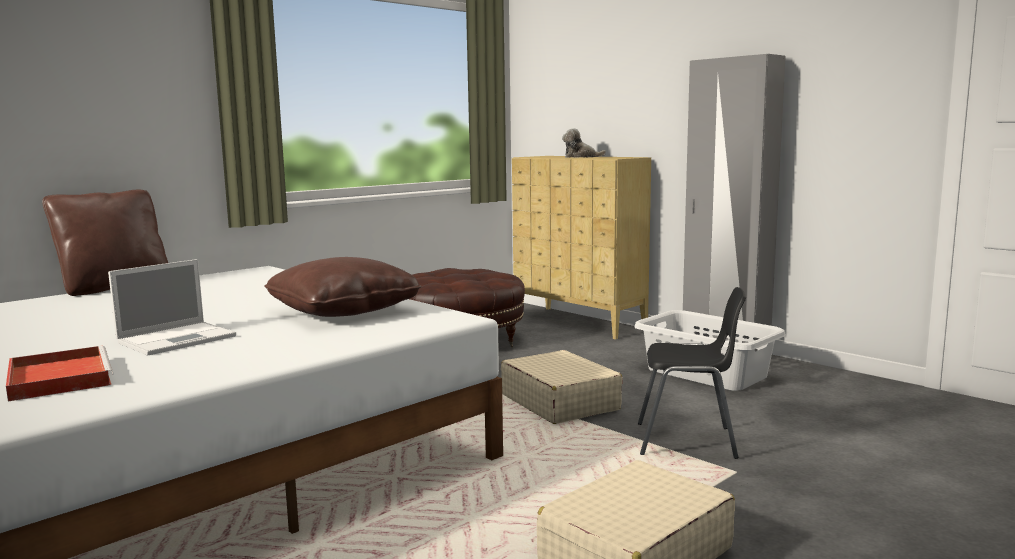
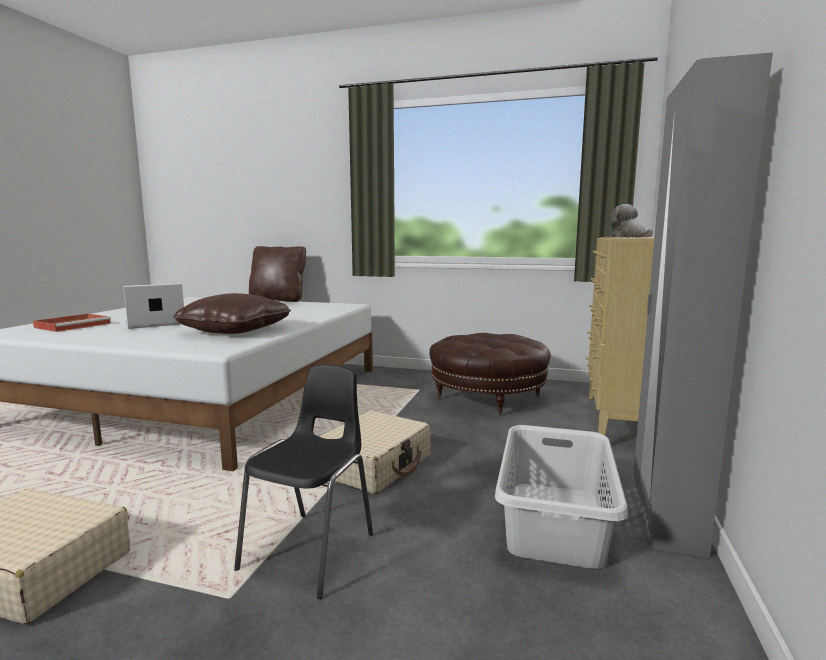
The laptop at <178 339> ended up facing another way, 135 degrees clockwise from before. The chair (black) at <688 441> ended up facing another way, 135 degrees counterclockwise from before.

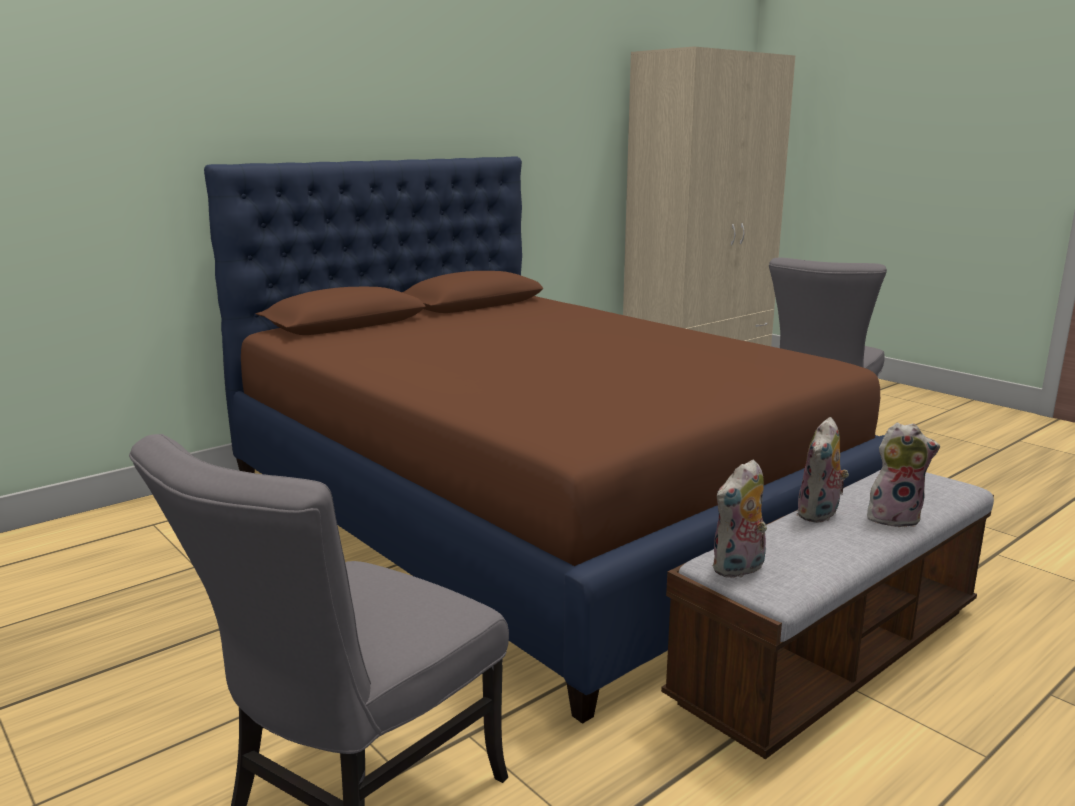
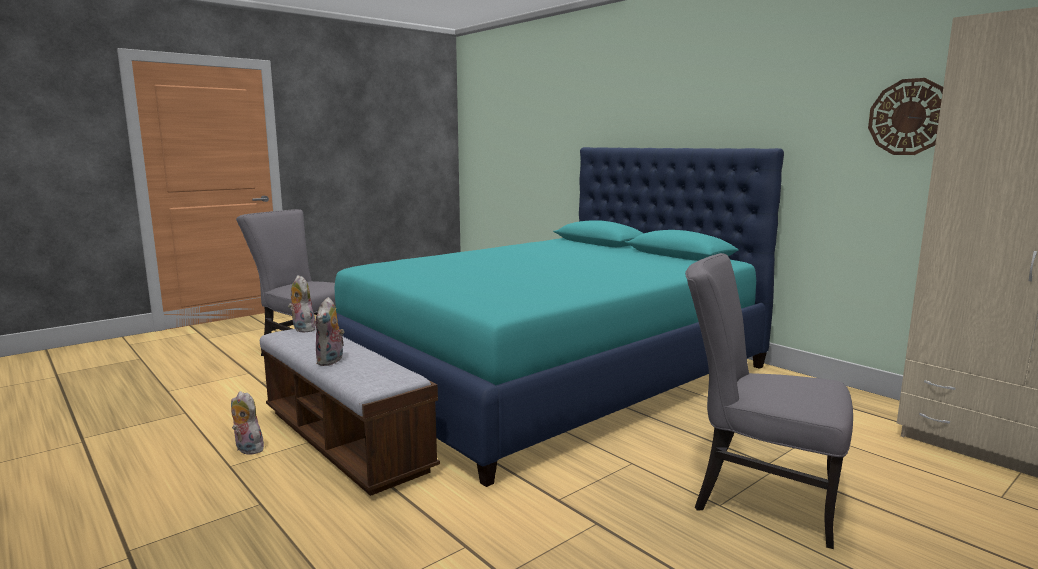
What was the bed (brown) at <533 509> turned into the bed (turquoise) at <552 374>. The plush toy ended up elsewhere, having gone from <819 515> to <247 449>. The second view gained the wall clock at <909 117>.

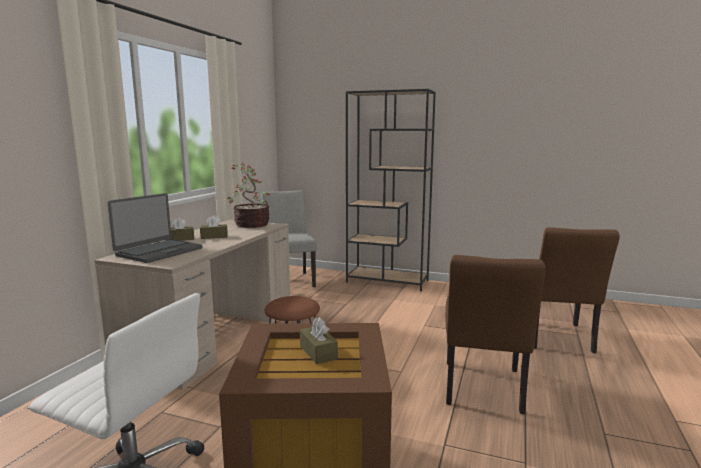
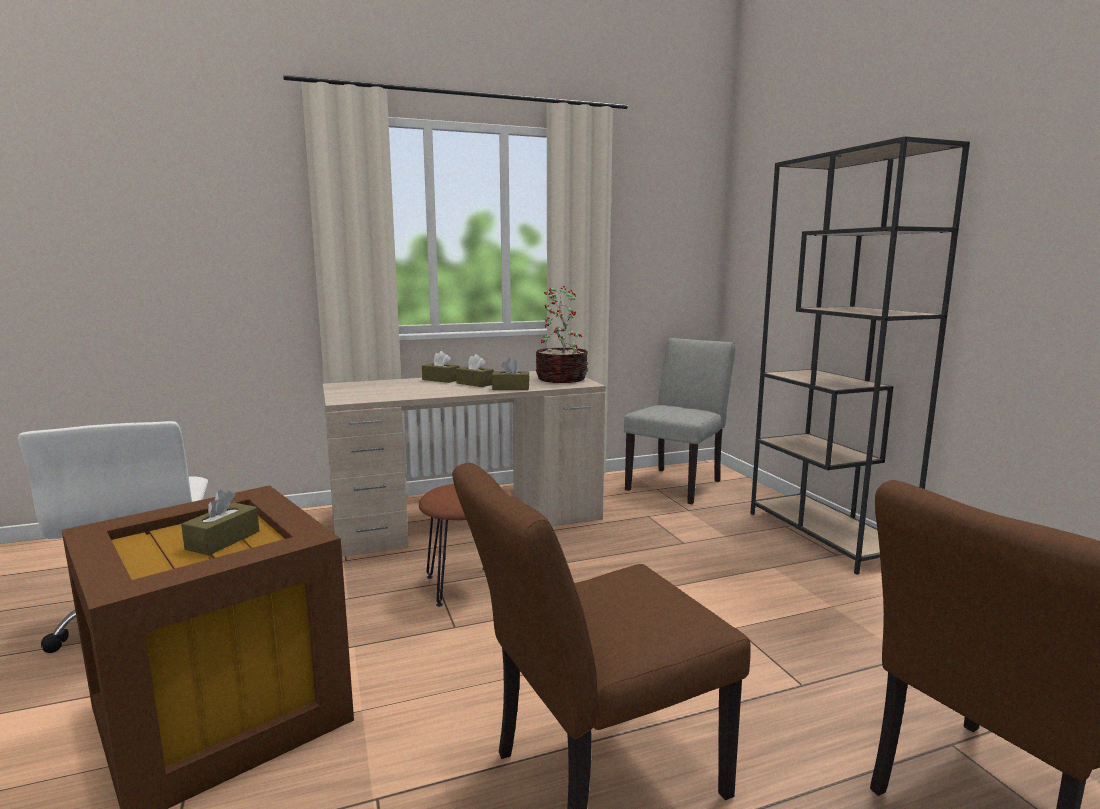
The second view lost the laptop at <159 252>. The second view gained the tissue box (brown) at <510 388>.

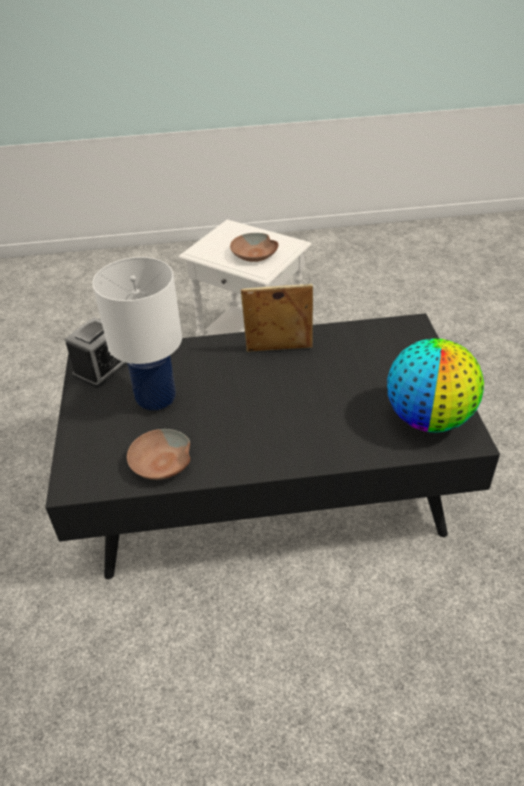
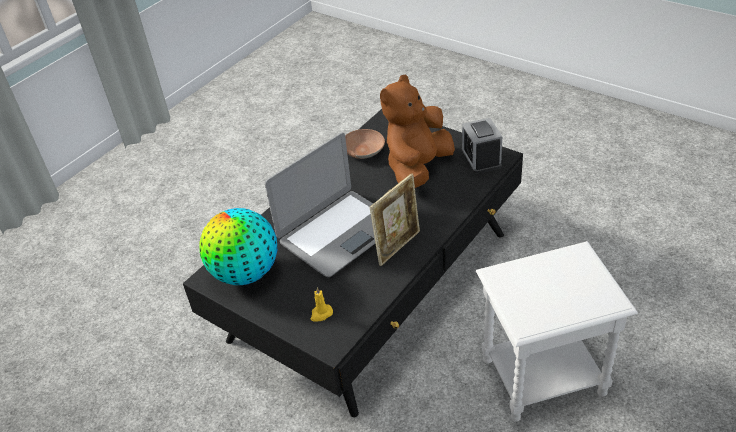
The second view lost the bowl (brown) at <254 255>. Where the table lamp (white) stood at <156 401>, the plush toy (brown) came to stand at <417 168>. The second view gained the laptop at <338 233>. The second view gained the candle (yellow) at <321 314>.

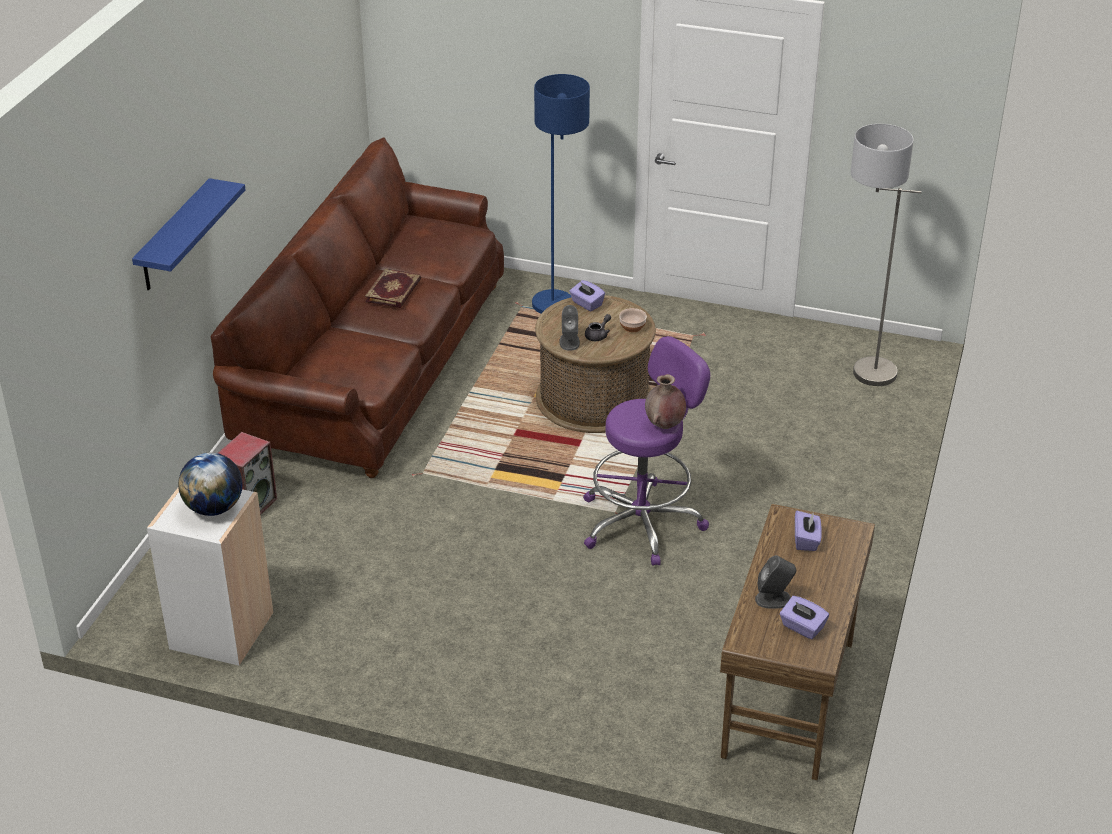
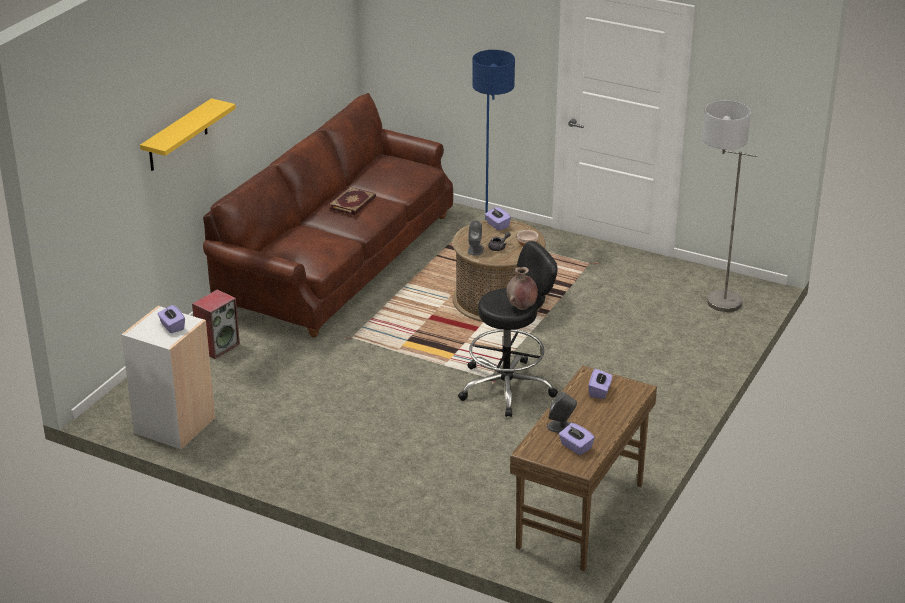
What was the shelf (blue) at <174 237> turned into the shelf (yellow) at <178 136>. What was the stool (purple) at <642 522> turned into the stool (black) at <508 387>. Where the globe stood at <214 508>, the tissue box (purple) came to stand at <172 326>.

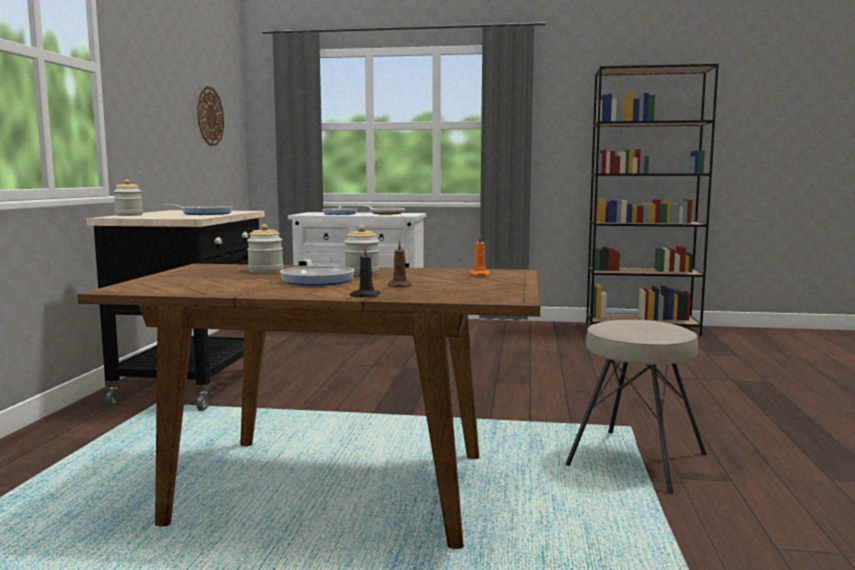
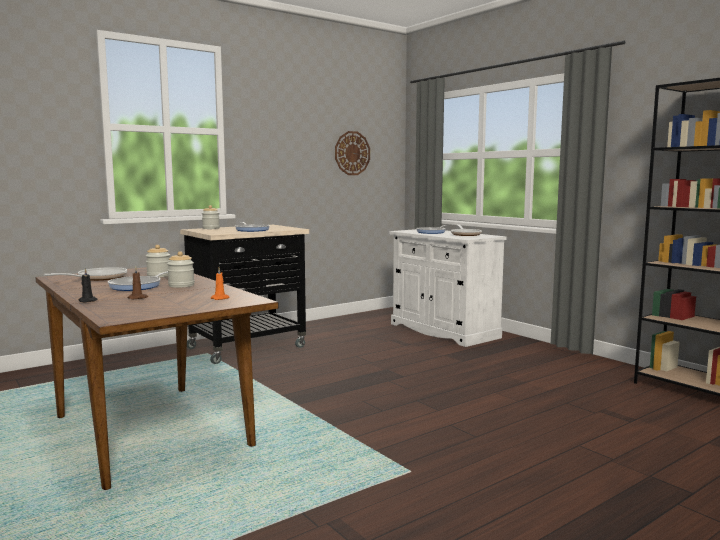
The second view lost the stool (beige) at <635 459>. The second view gained the frying pan at <98 278>.

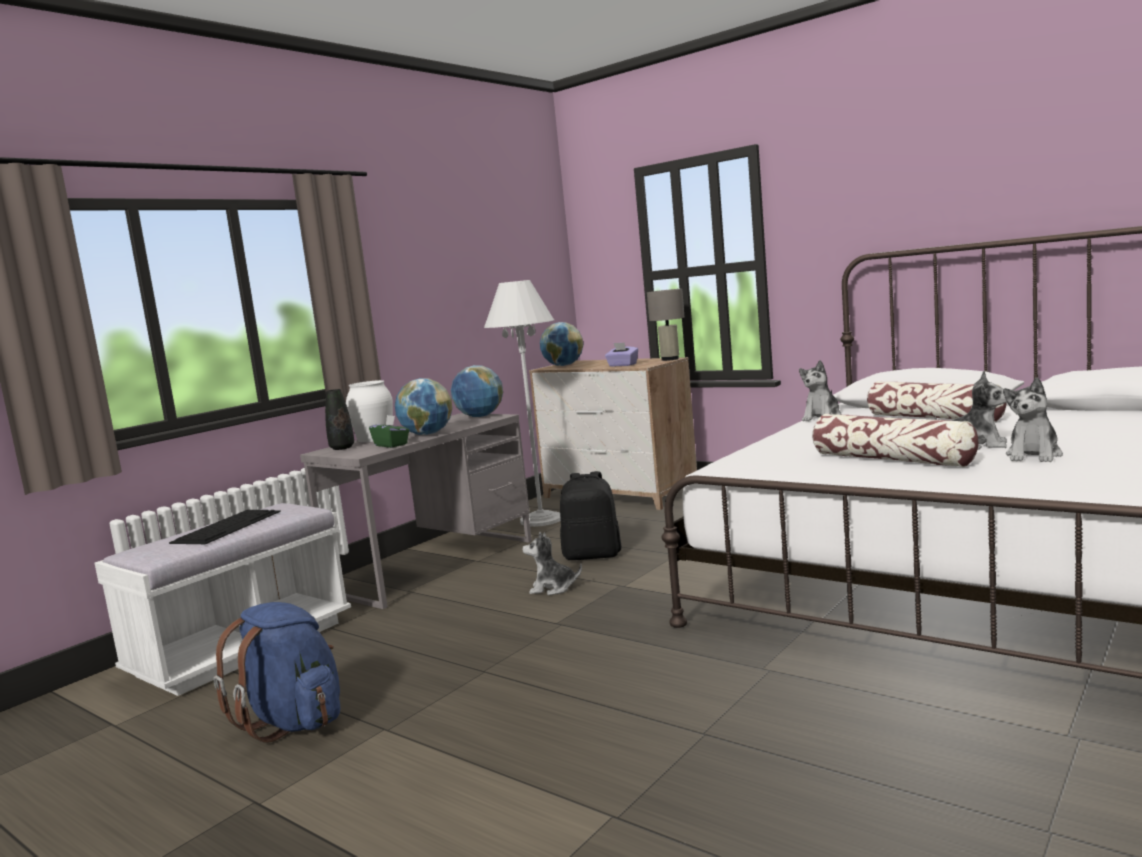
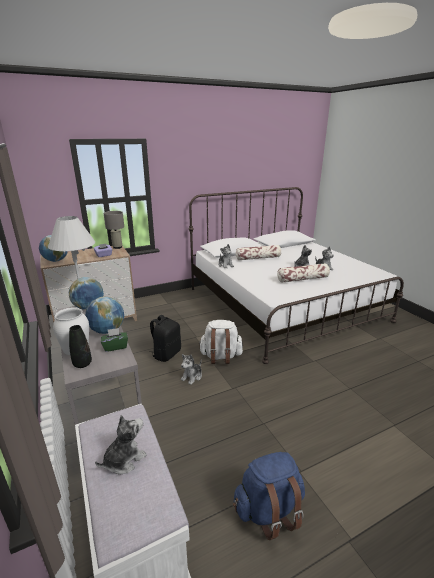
Where the keyboard stood at <228 526>, the plush toy came to stand at <124 459>. The second view gained the backpack (white) at <220 356>.

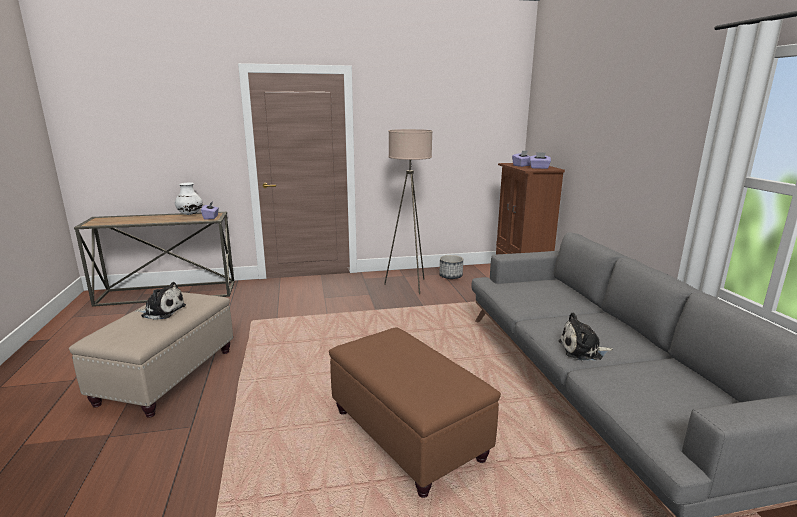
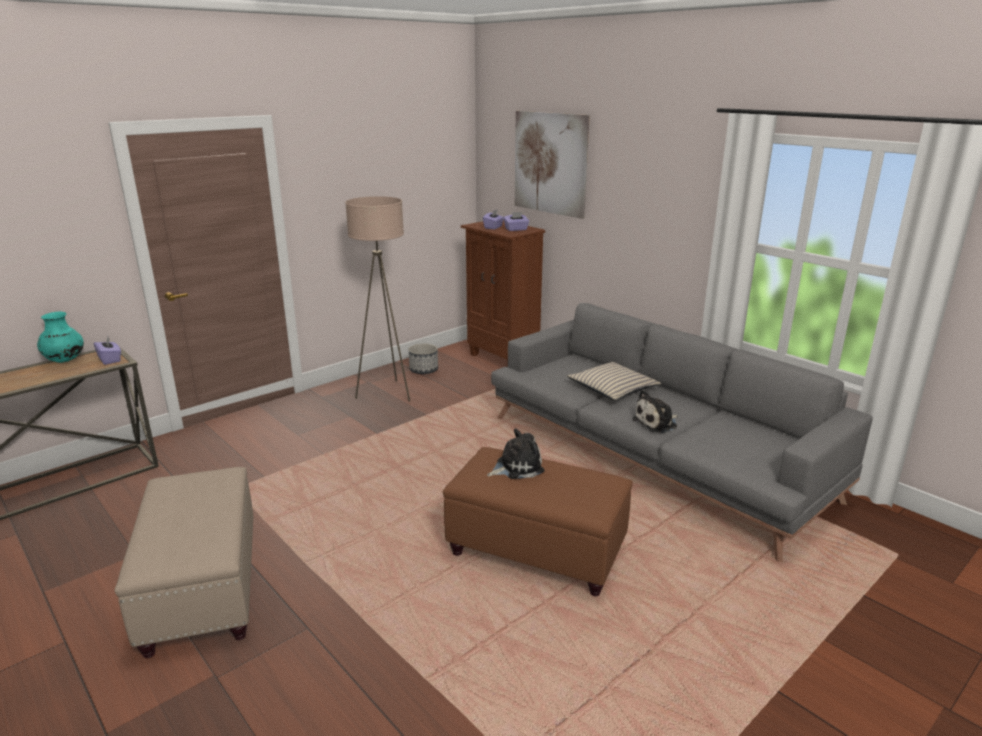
What was the vase (white) at <190 214> turned into the vase (turquoise) at <64 360>. The plush toy ended up elsewhere, having gone from <162 311> to <516 467>. The second view gained the picture at <550 163>. The second view gained the pillow (beige) at <612 389>.

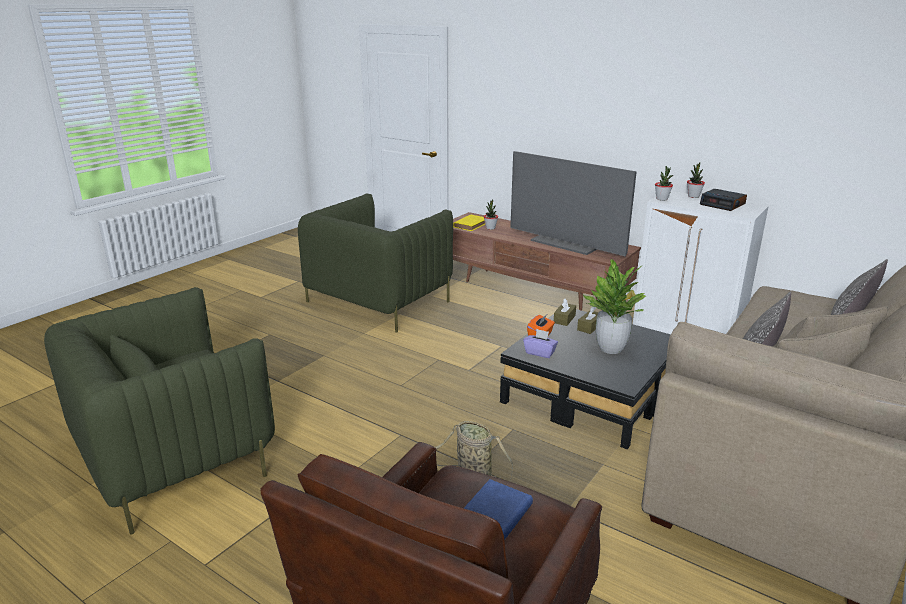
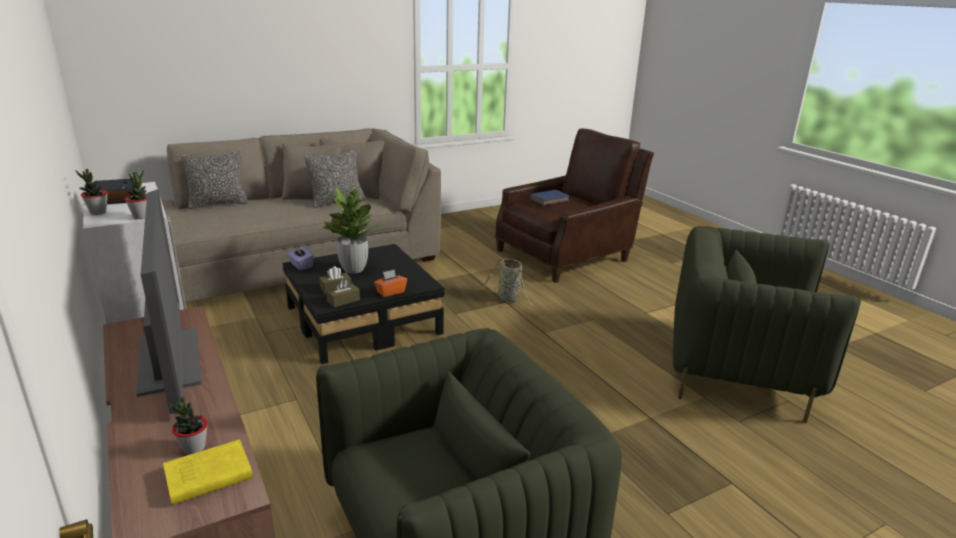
The armchair (green) at <173 455> ended up facing another way, 150 degrees counterclockwise from before. The tissue box (purple) ended up elsewhere, having gone from <540 352> to <301 265>.

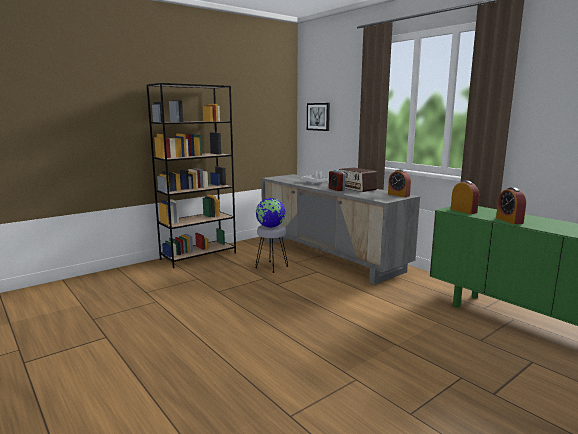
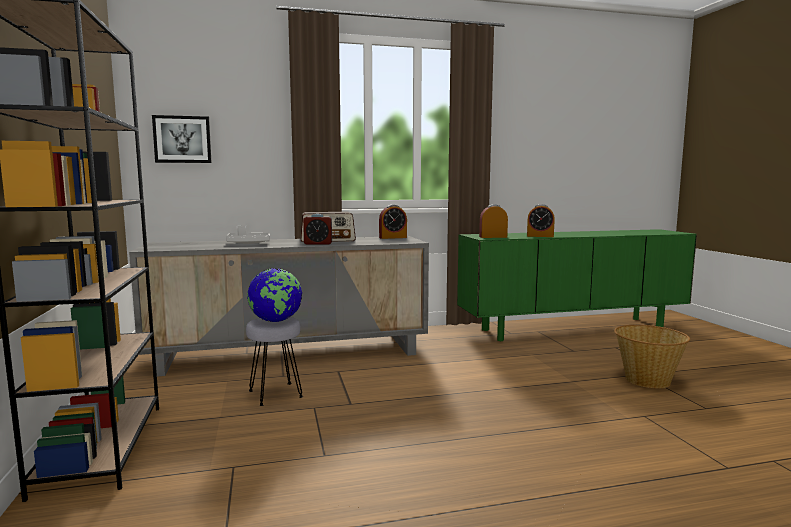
The second view gained the basket at <647 380>.

